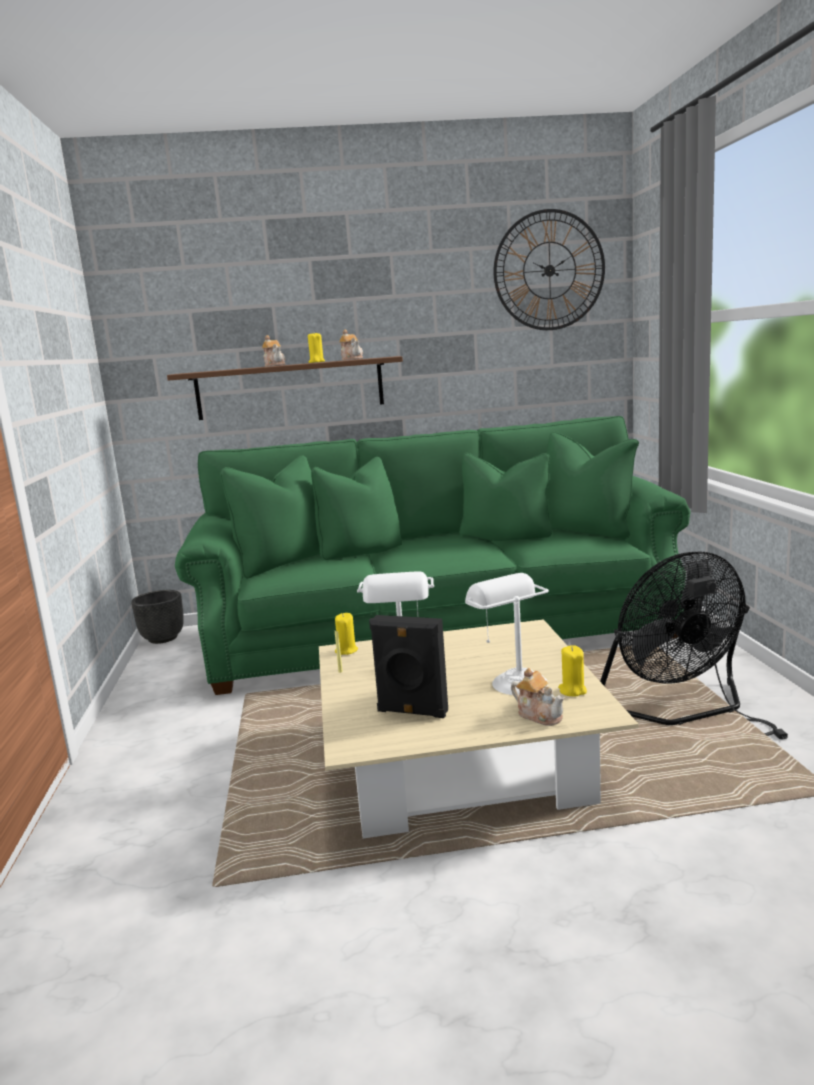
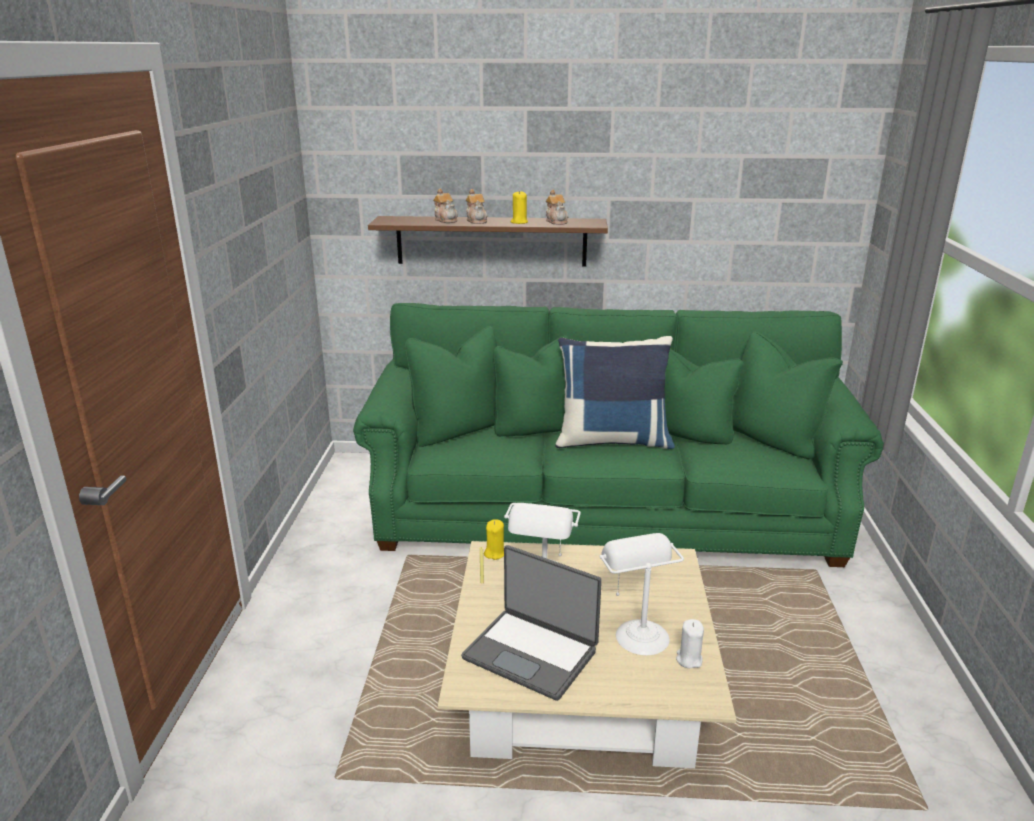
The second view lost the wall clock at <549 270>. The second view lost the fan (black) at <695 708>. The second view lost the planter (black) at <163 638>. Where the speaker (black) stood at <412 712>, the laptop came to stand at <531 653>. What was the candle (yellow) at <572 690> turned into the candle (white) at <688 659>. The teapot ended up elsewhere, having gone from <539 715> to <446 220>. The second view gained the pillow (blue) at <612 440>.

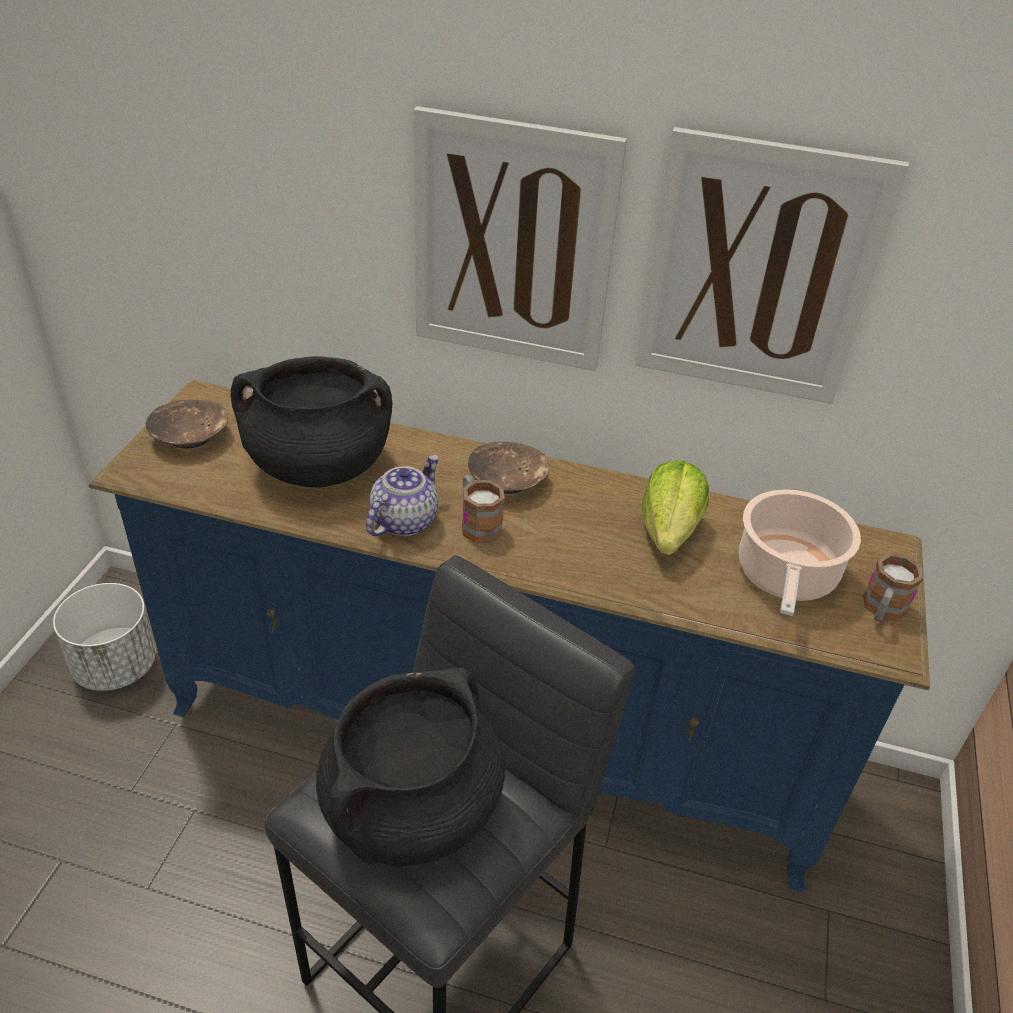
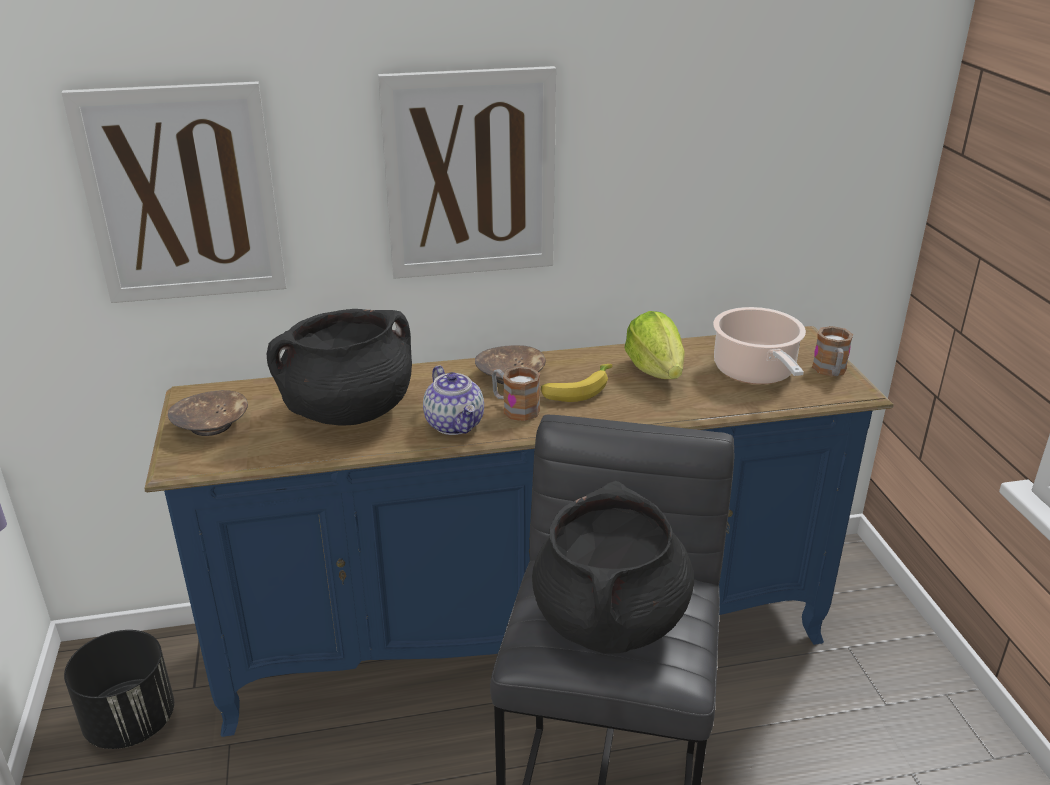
The picture ended up elsewhere, having gone from <758 271> to <182 195>. The teapot at <403 520> ended up facing another way, 150 degrees clockwise from before. What was the planter (white) at <116 666> turned into the planter (black) at <131 721>. The second view gained the banana at <576 390>.

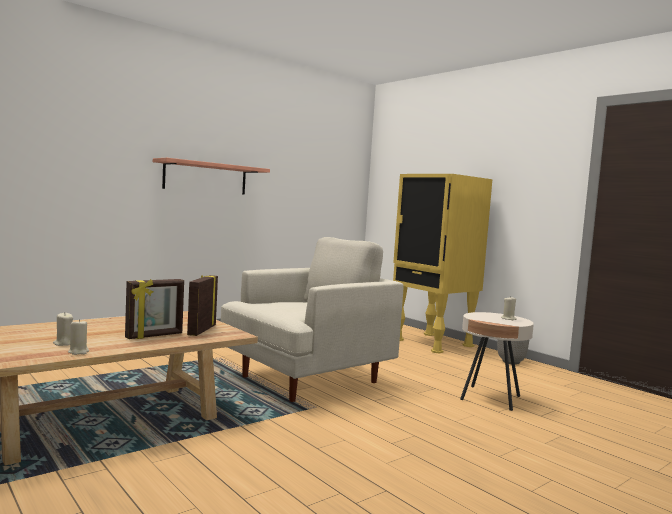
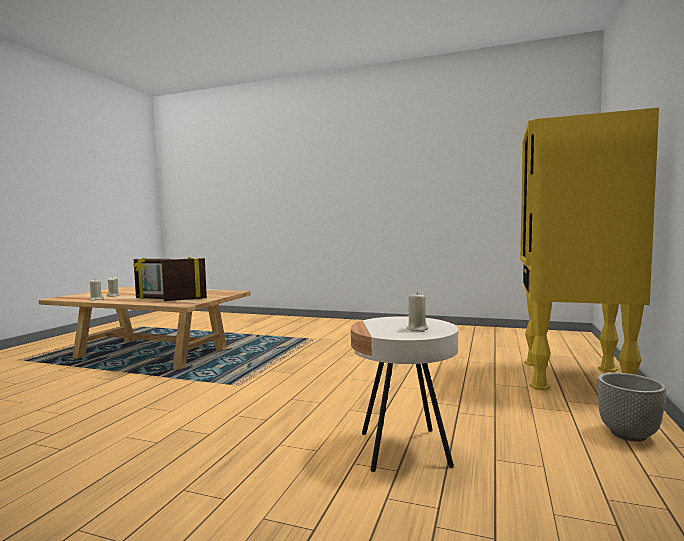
The second view lost the shelf at <205 178>. The second view lost the armchair (beige) at <306 381>.

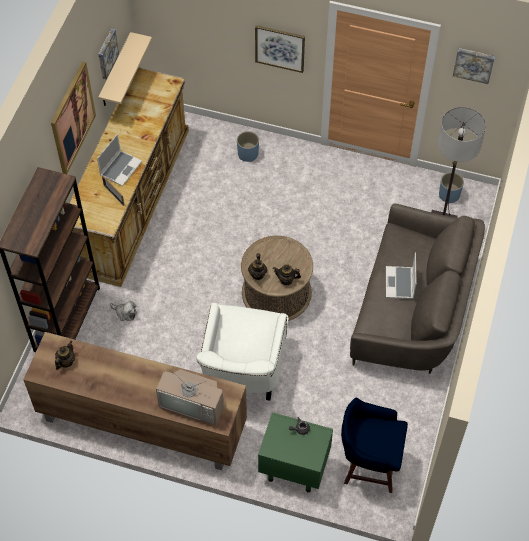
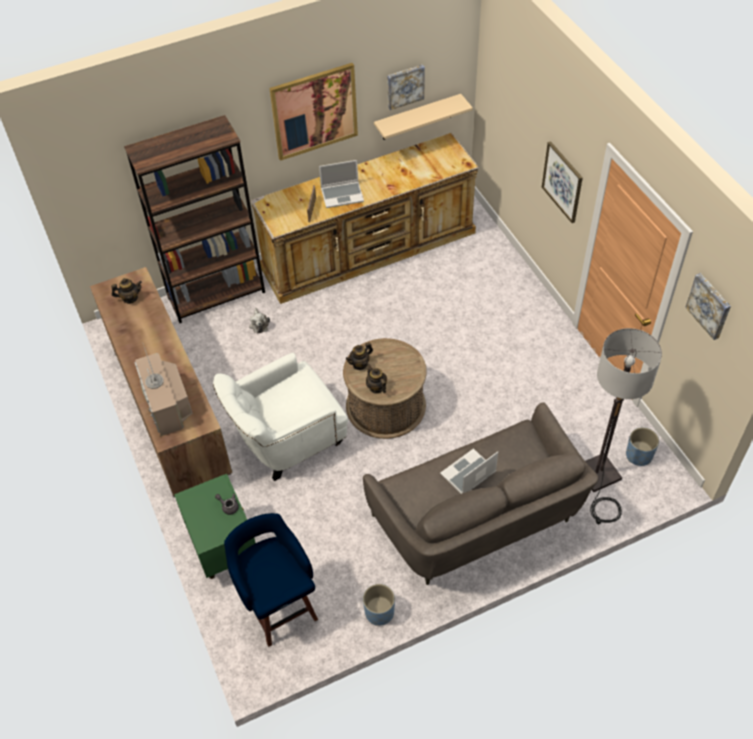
The planter (blue) ended up elsewhere, having gone from <248 154> to <379 612>.

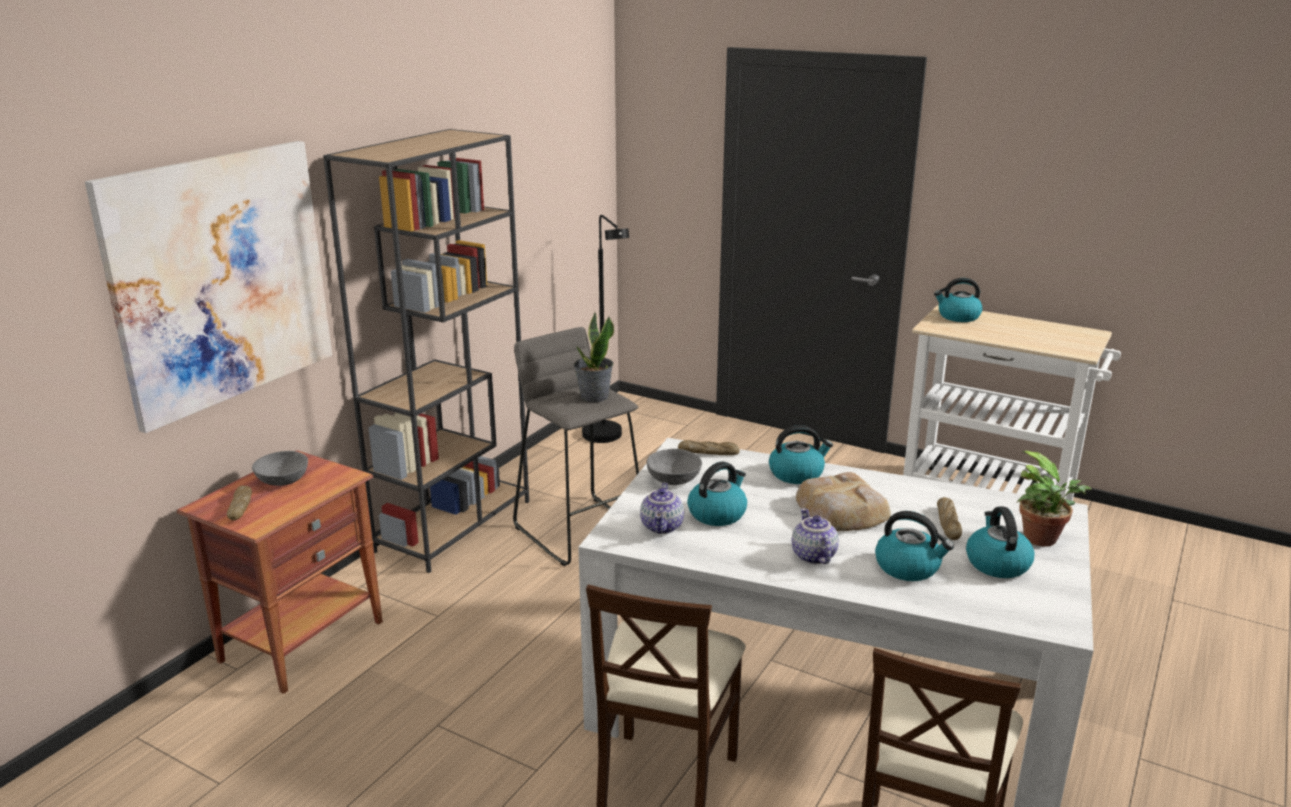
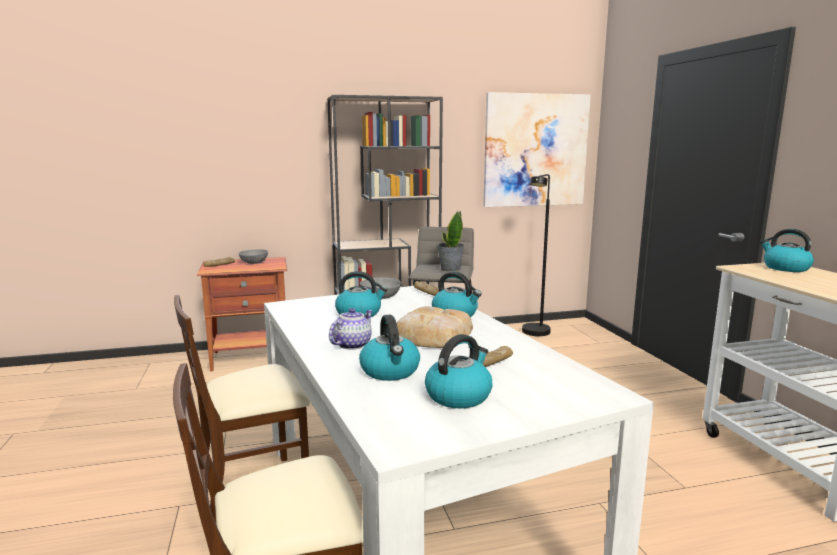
The picture ended up elsewhere, having gone from <221 279> to <535 150>. The second view lost the potted plant at <1044 540>. The second view lost the teapot at <663 527>.

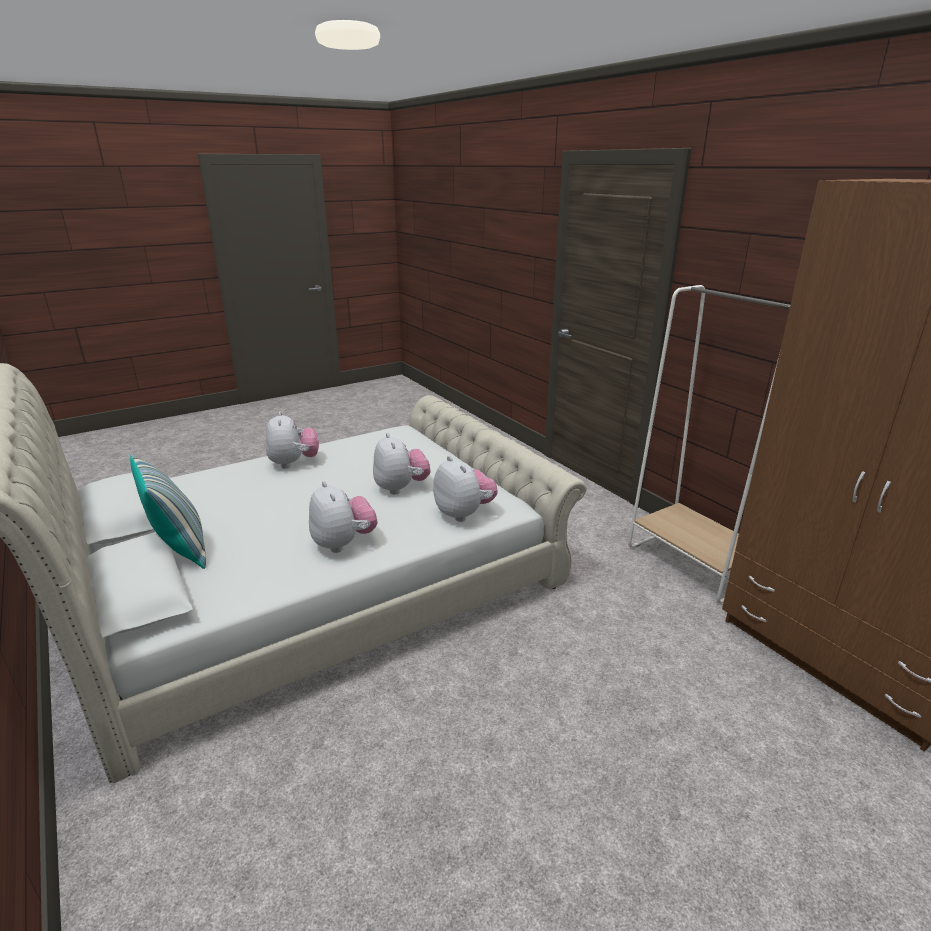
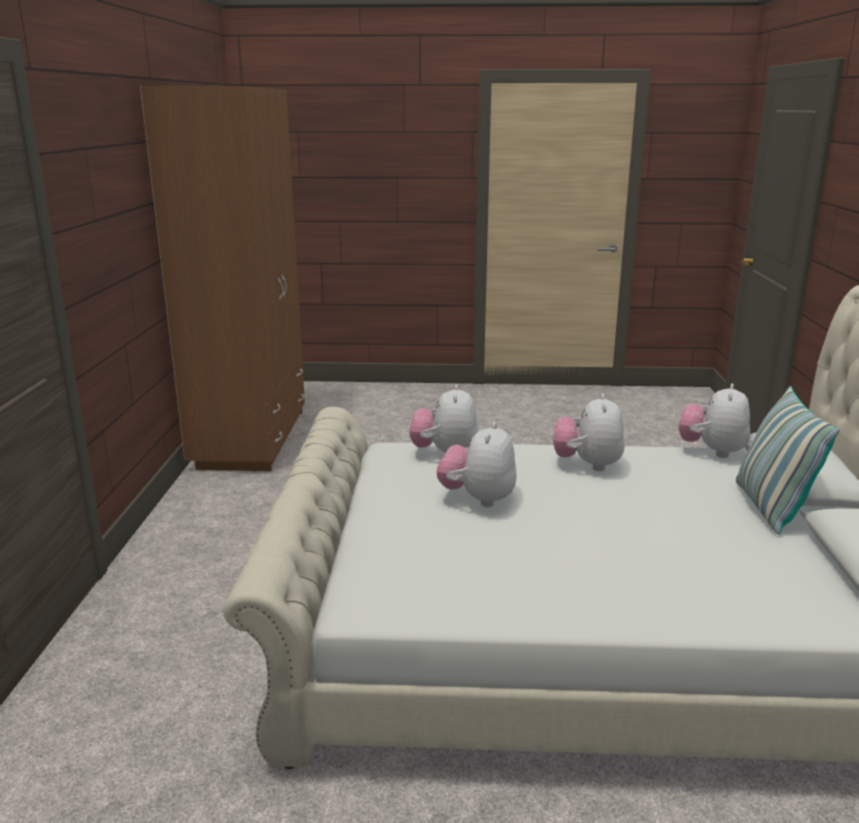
The second view lost the clothes rack at <692 564>. The plush toy ended up elsewhere, having gone from <293 463> to <712 451>.

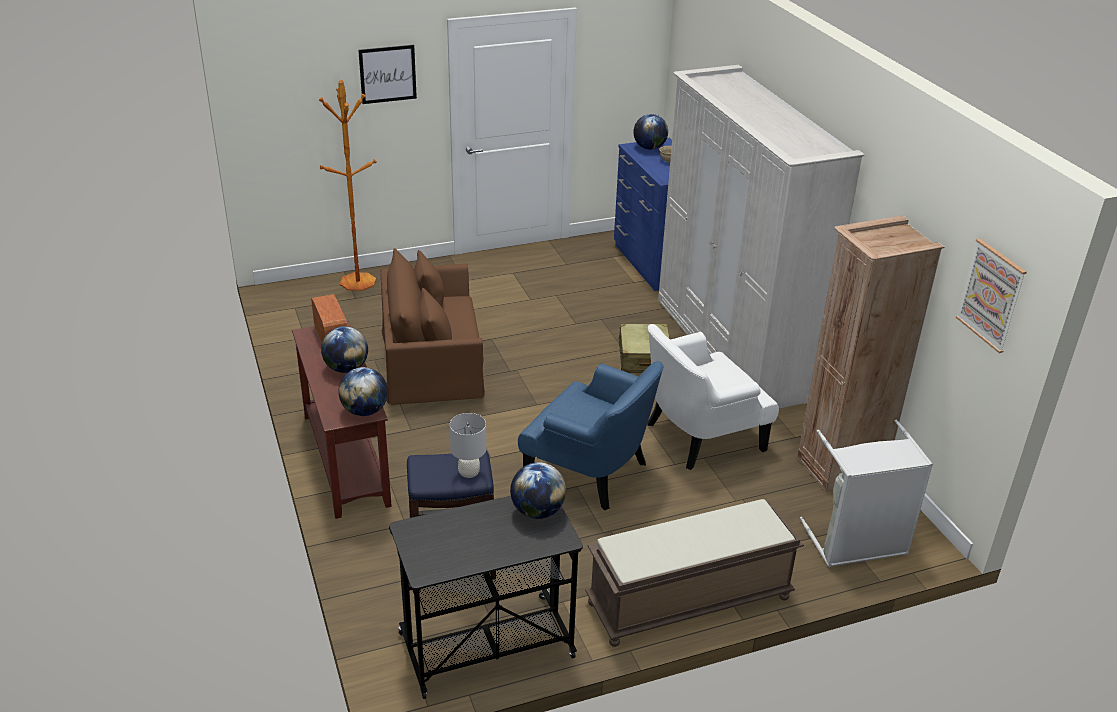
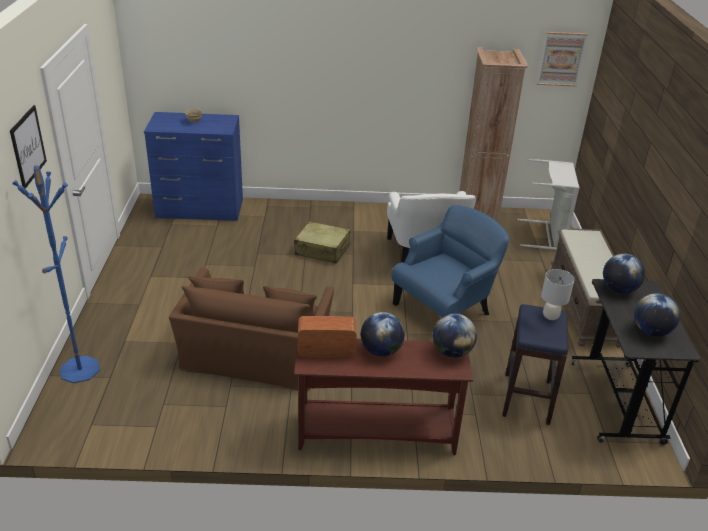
The second view lost the wardrobe (white) at <731 348>. What was the clothes rack (orange) at <358 281> turned into the clothes rack (blue) at <79 369>. The globe ended up elsewhere, having gone from <649 148> to <651 331>.

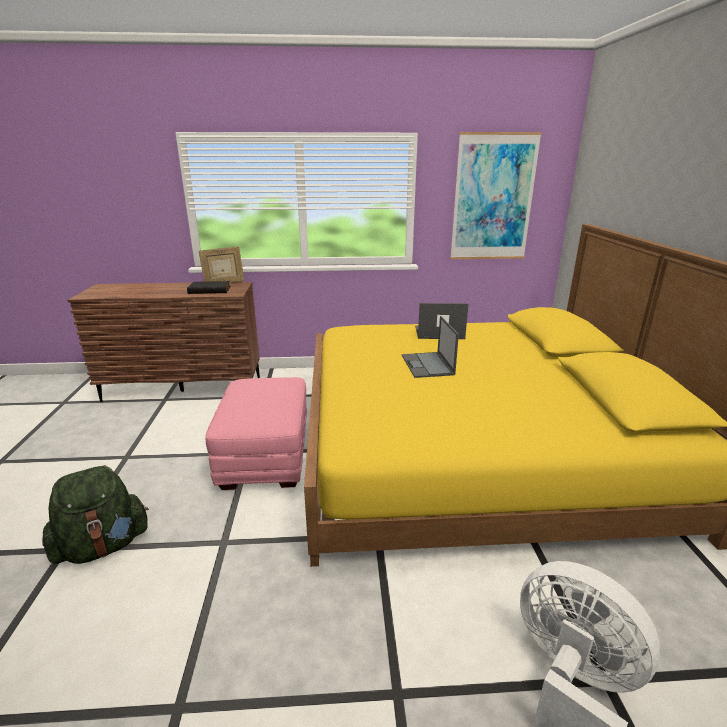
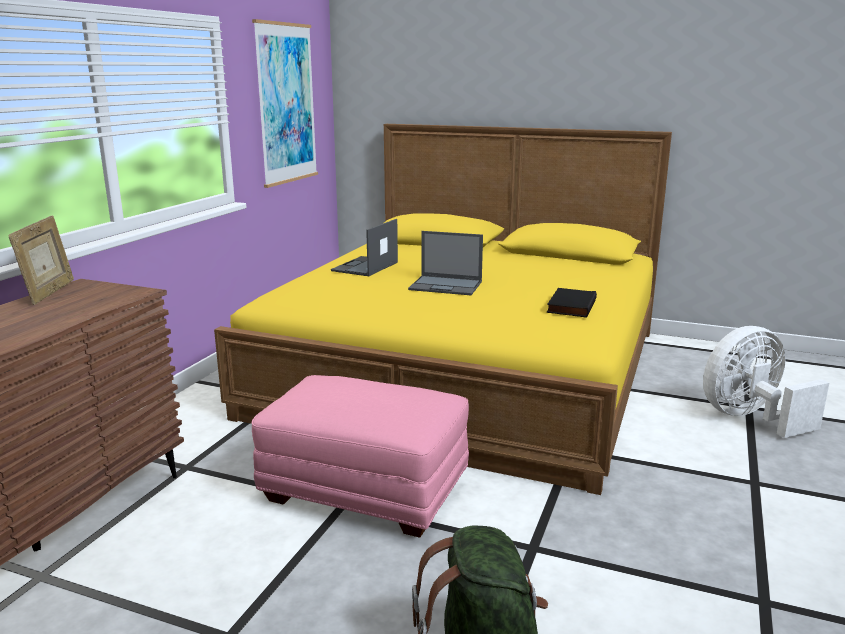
The book (black) ended up elsewhere, having gone from <210 290> to <570 306>.

